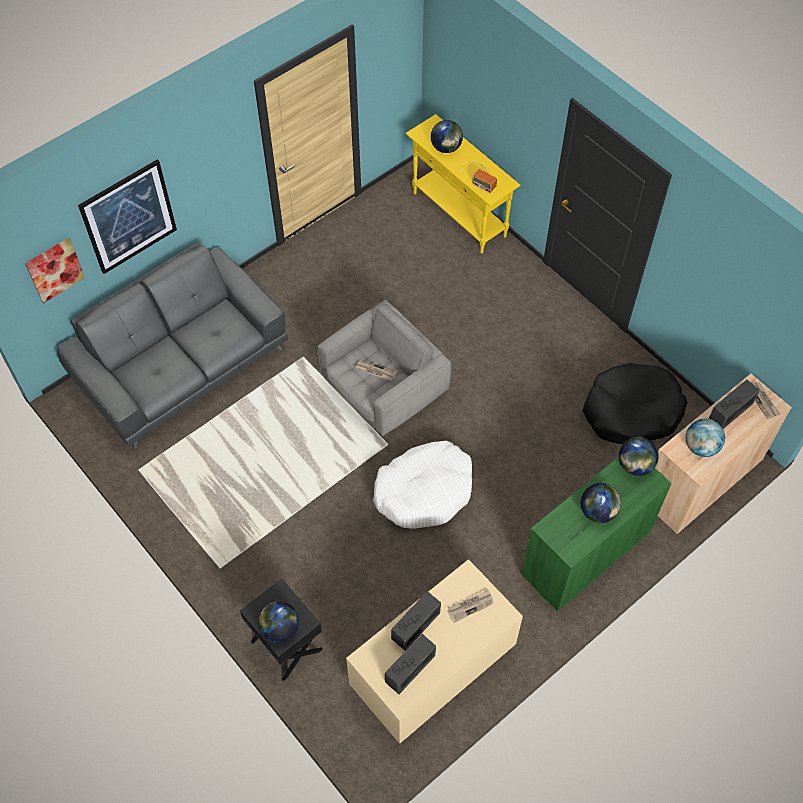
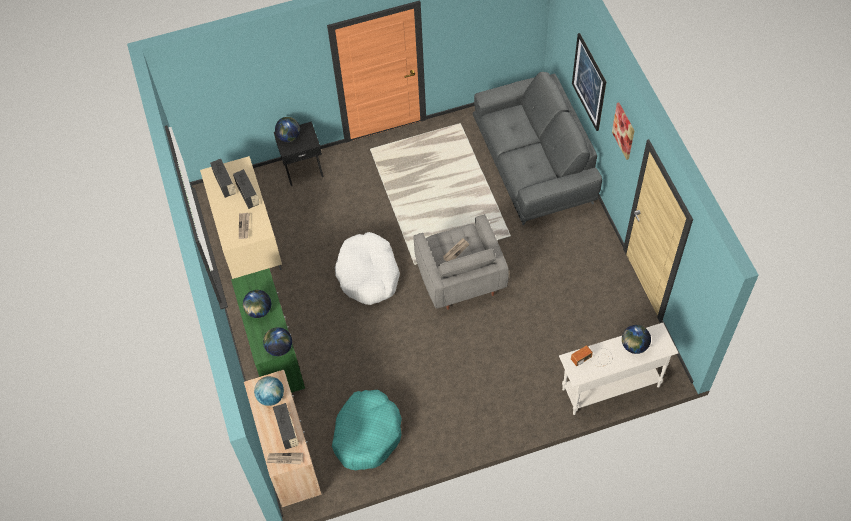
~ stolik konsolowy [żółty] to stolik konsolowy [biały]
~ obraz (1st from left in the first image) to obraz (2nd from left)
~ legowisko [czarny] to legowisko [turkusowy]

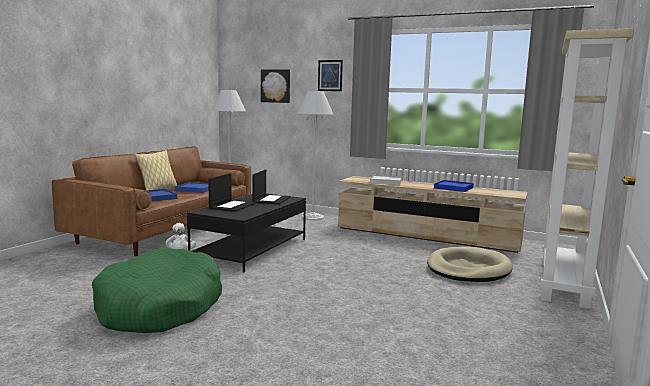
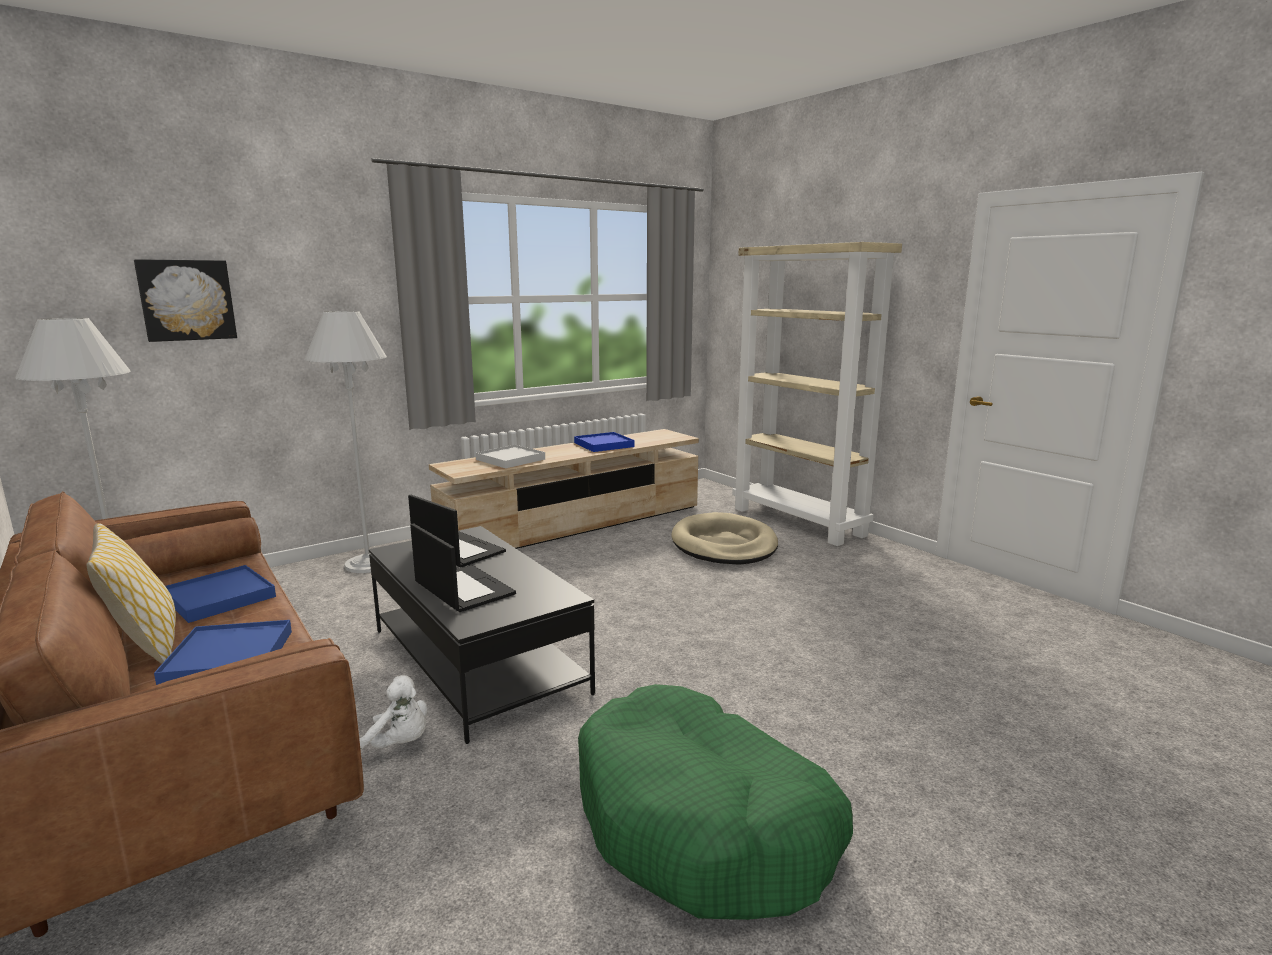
- obraz (2nd from left)

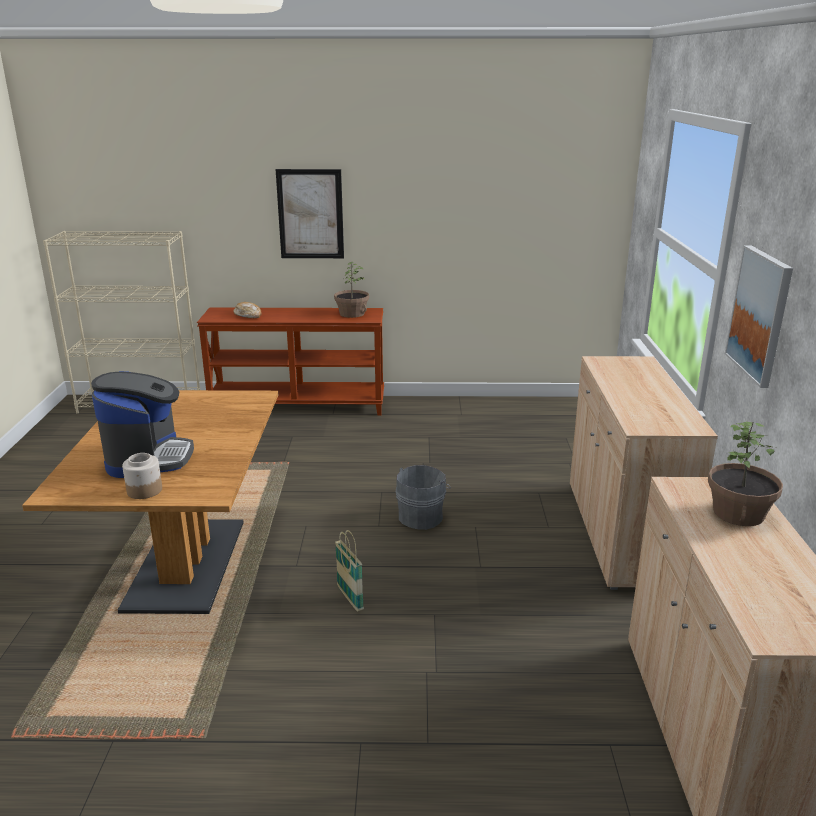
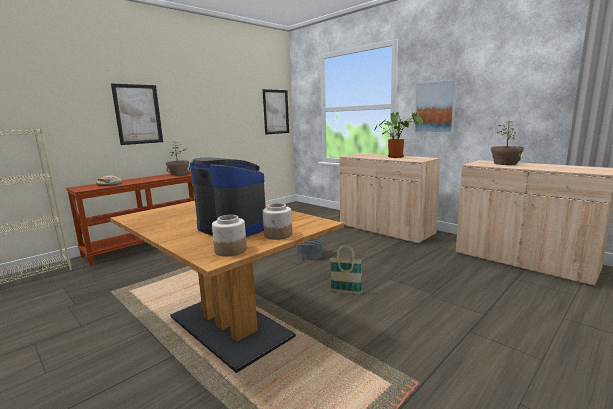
+ obraz (2nd from left)
+ roślina doniczkowa (2nd from left)
+ słoik (1st from left)

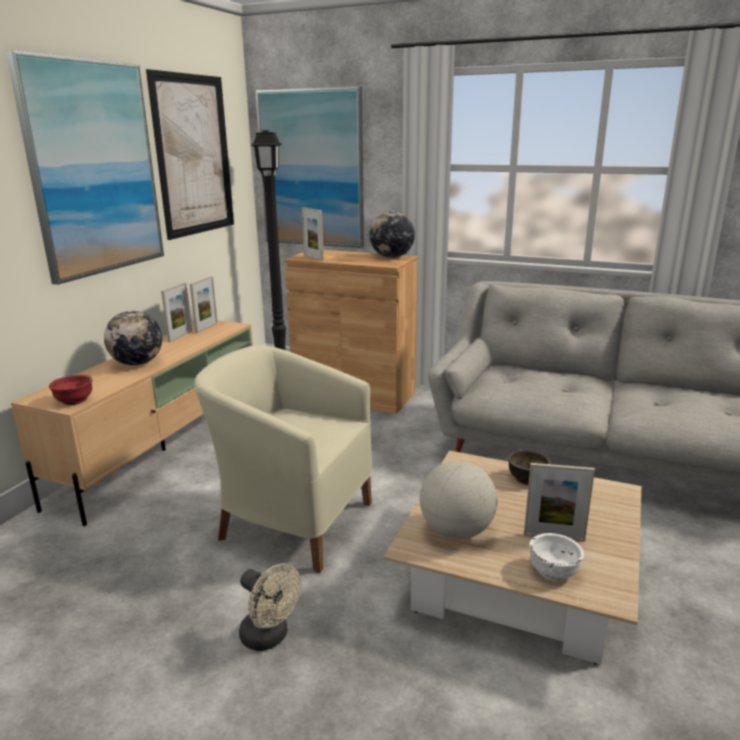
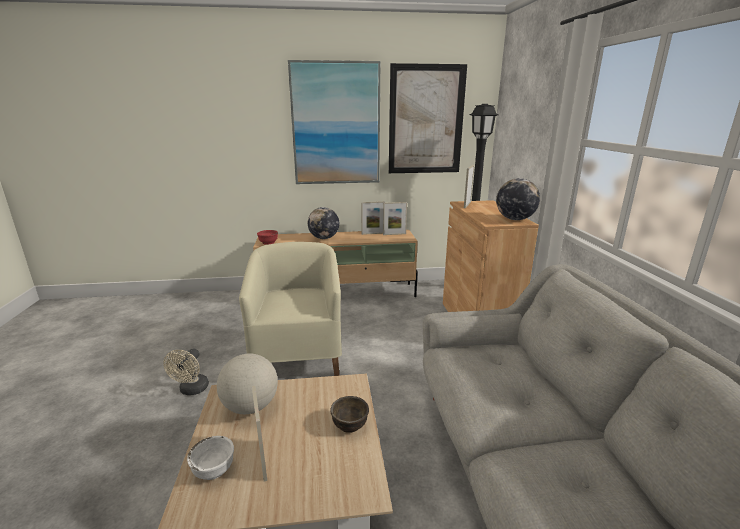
- obraz (3rd from left)

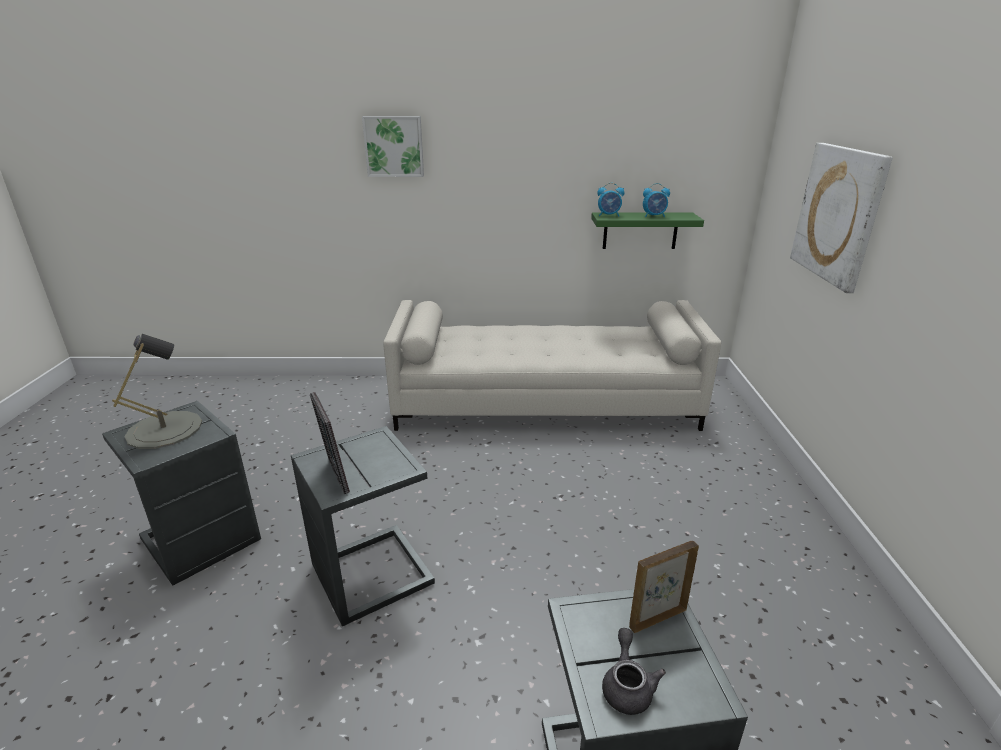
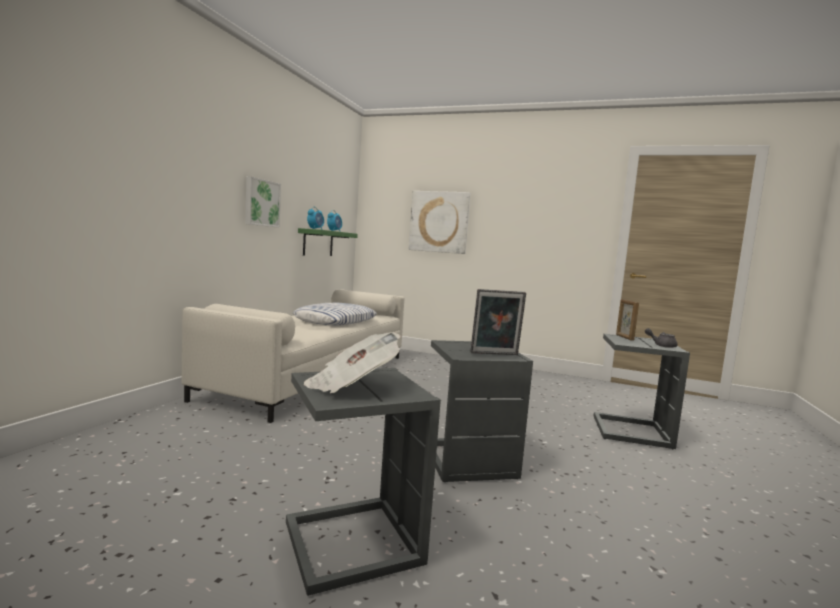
~ obraz (1st from left)
~ lampa stołowa [szary] to gazeta
+ poduszka

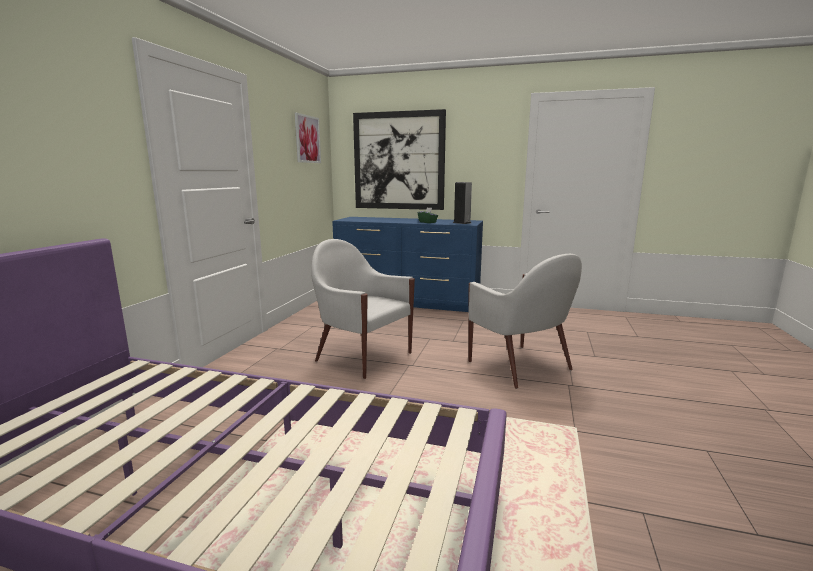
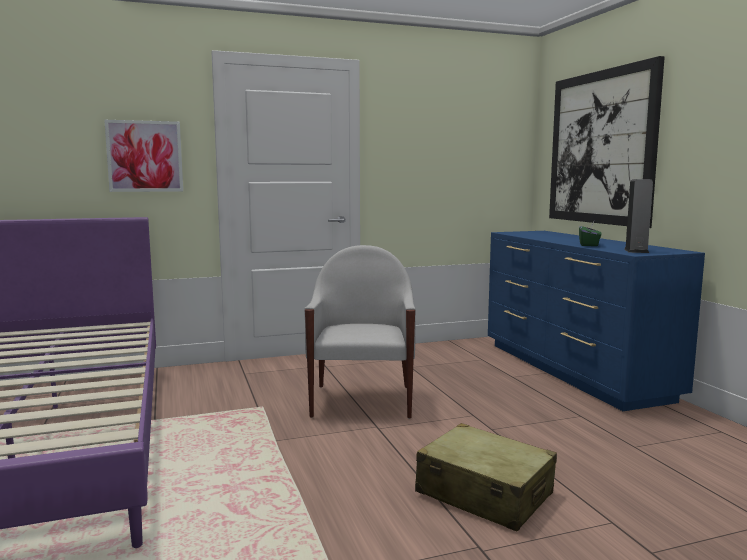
~ obraz (1st from left)
~ fotel [biały] (2nd from left) to walizka [beżowy]

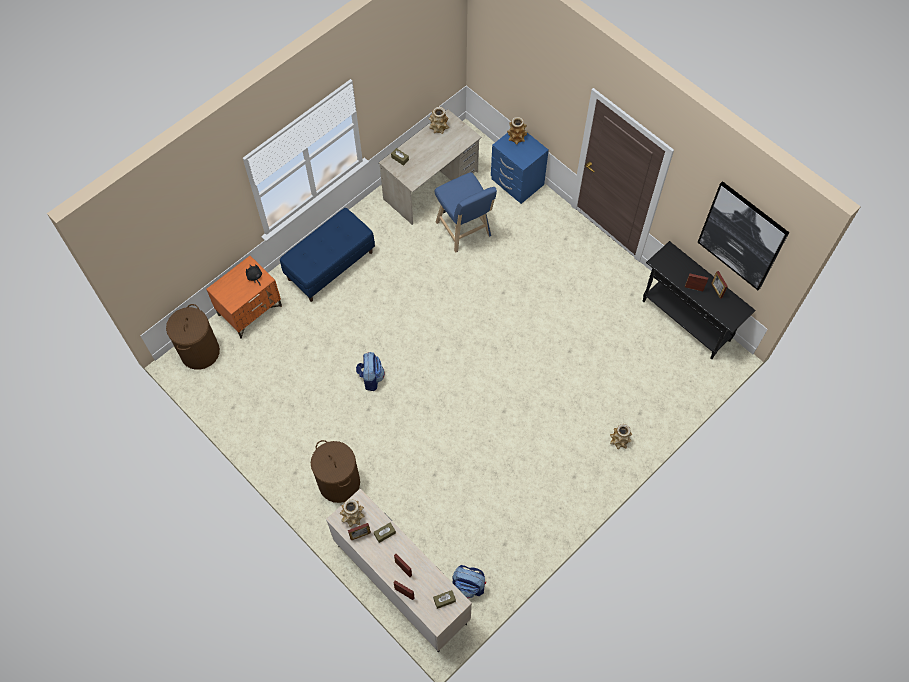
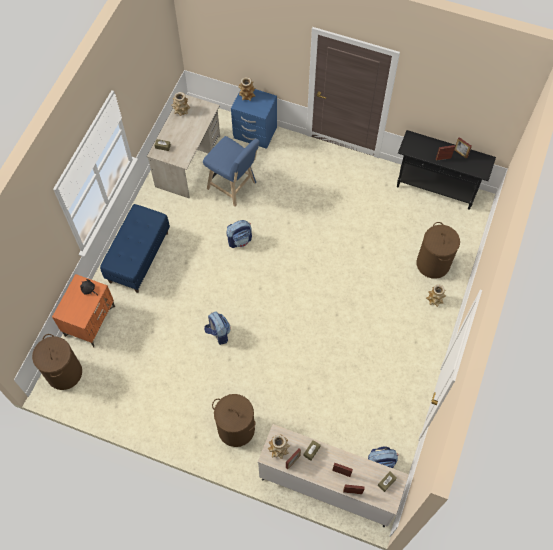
- obraz
+ plecak (2nd from left)
+ kosz na pranie [brązowy] (3rd from left)

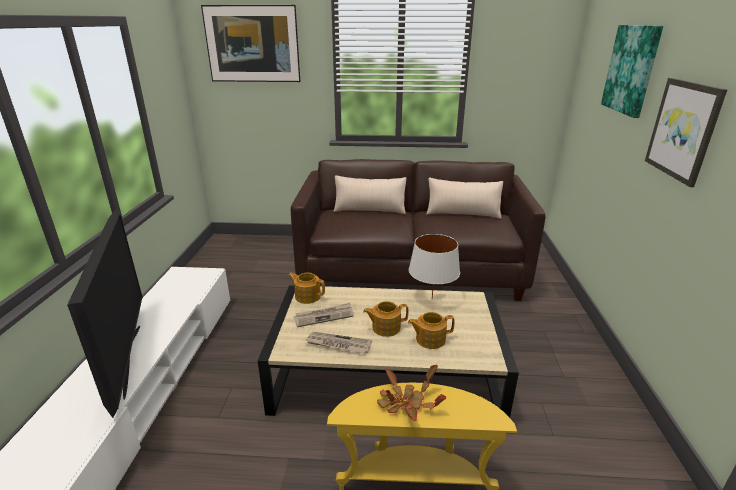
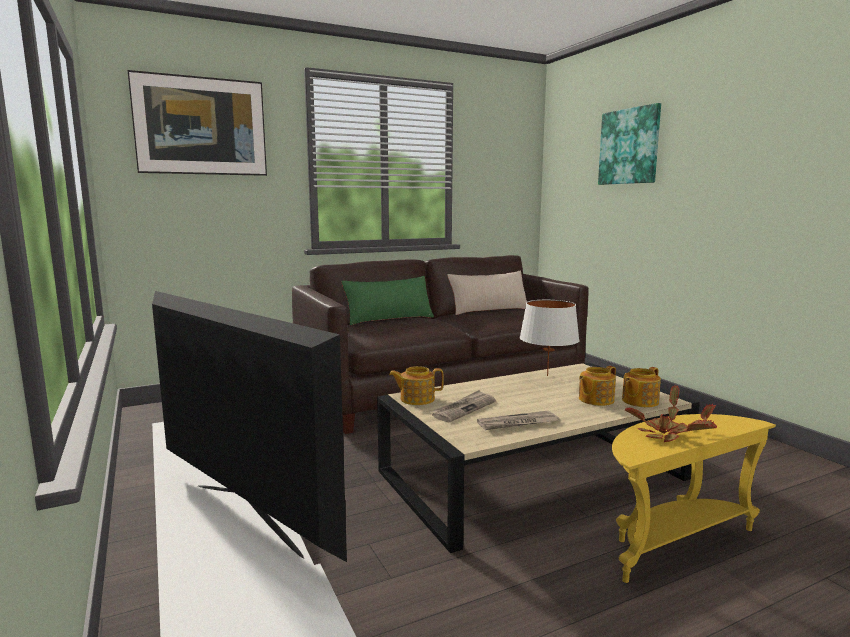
- obraz (3rd from left)
~ poduszka [beżowy] (1st from left) to poduszka [zielony]
~ imbryk (2nd from left in the first image) to imbryk (3rd from left)

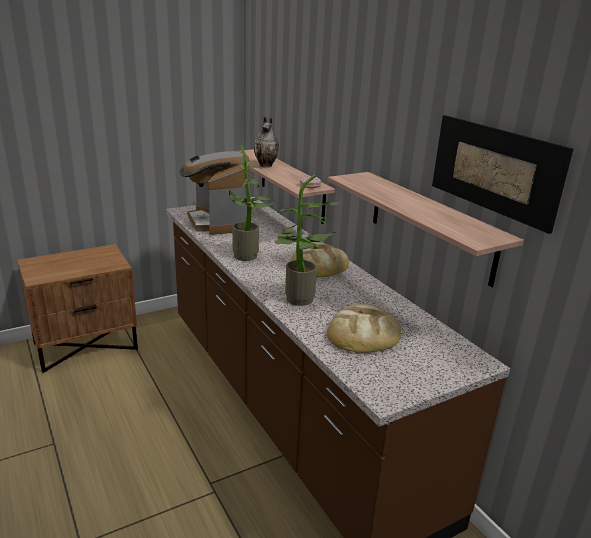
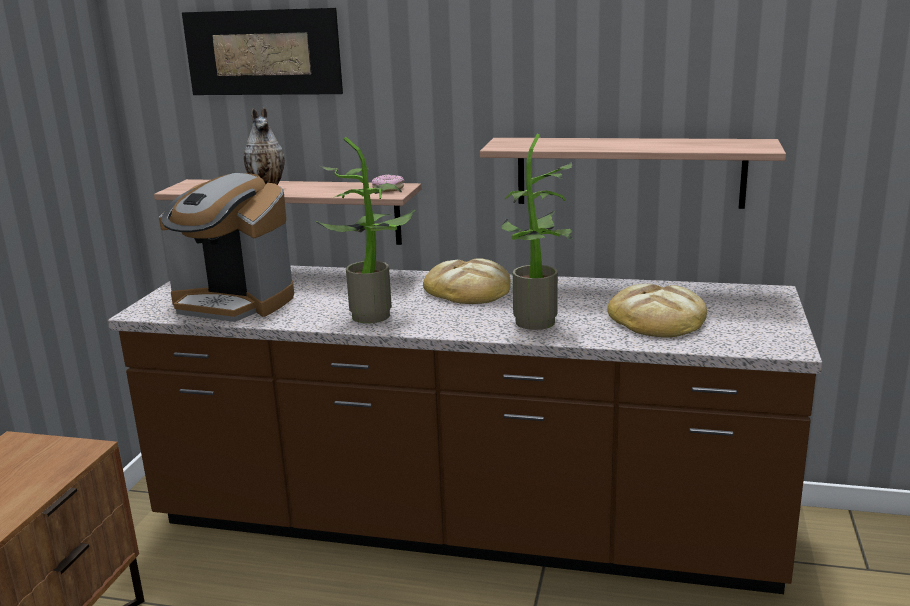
~ obraz

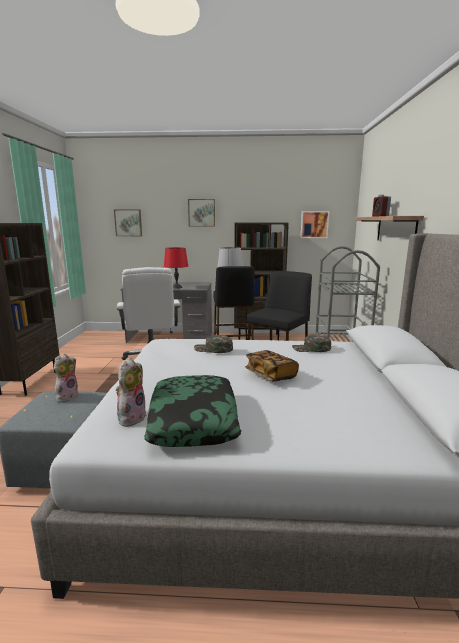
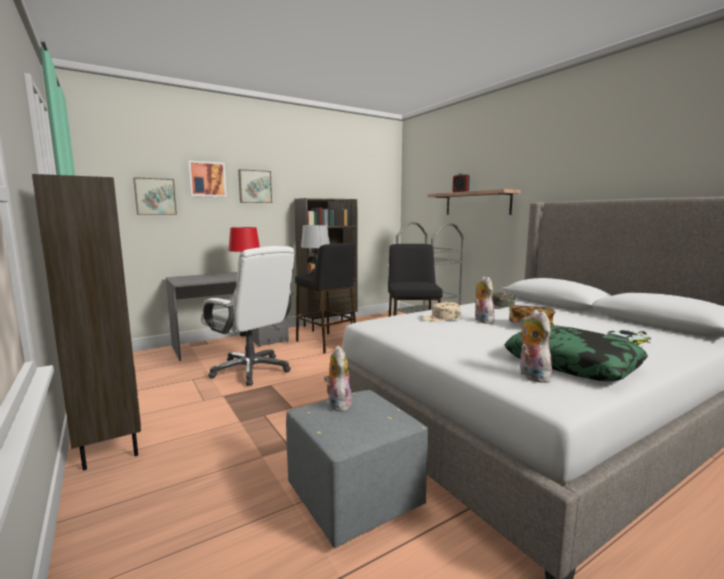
~ obraz (3rd from left in the first image) to obraz (2nd from left)
~ czapka z daszkiem [zielony] (1st from left) to czapka z daszkiem [beżowy]
+ pluszak (2nd from left)
+ samochodzik

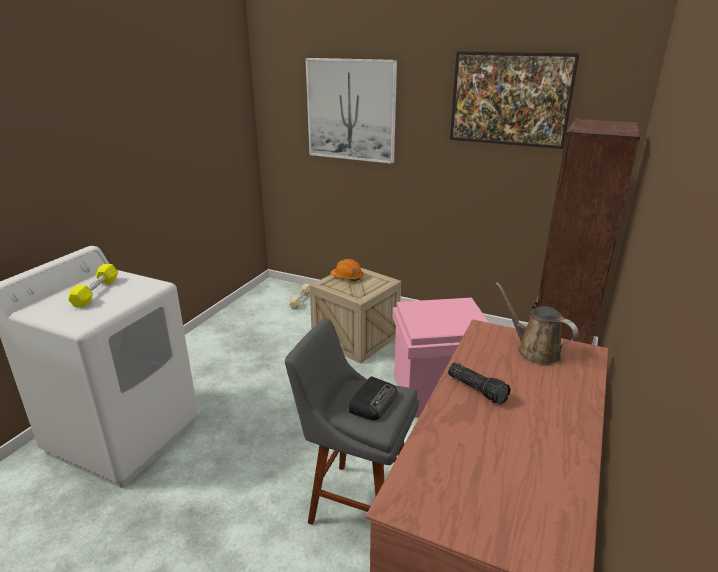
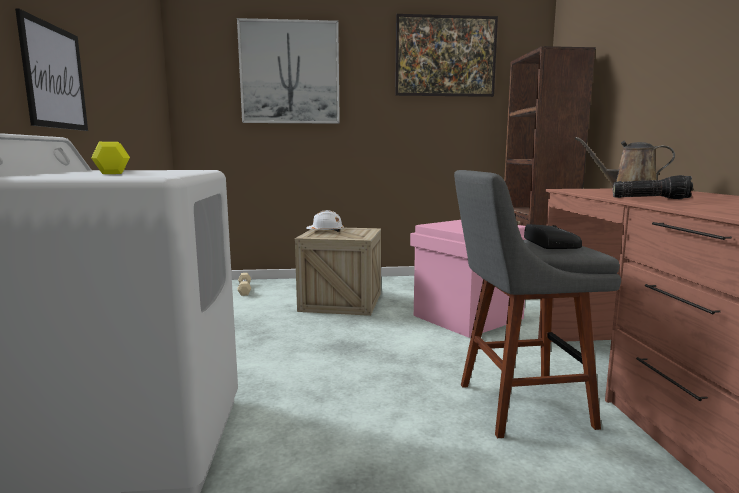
~ kask [pomarańczowy] to kask [biały]
+ obraz (1st from left)

